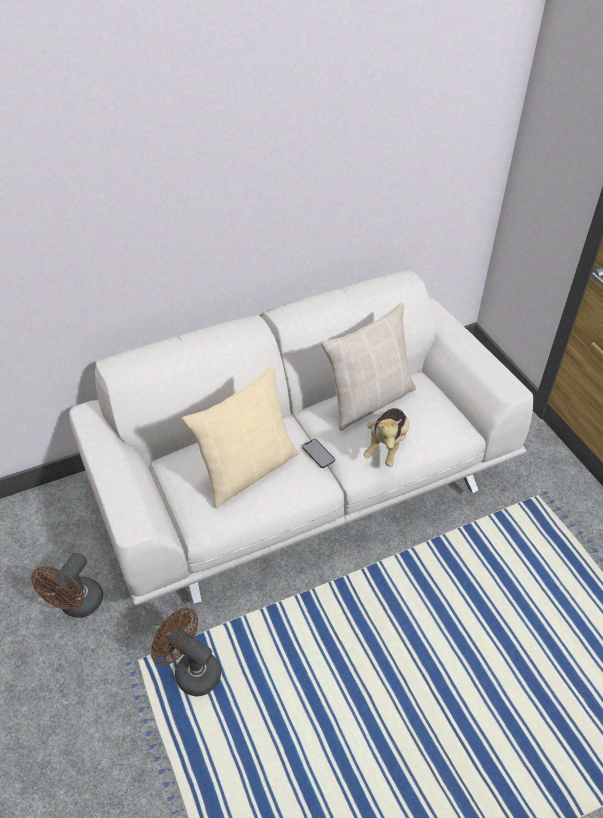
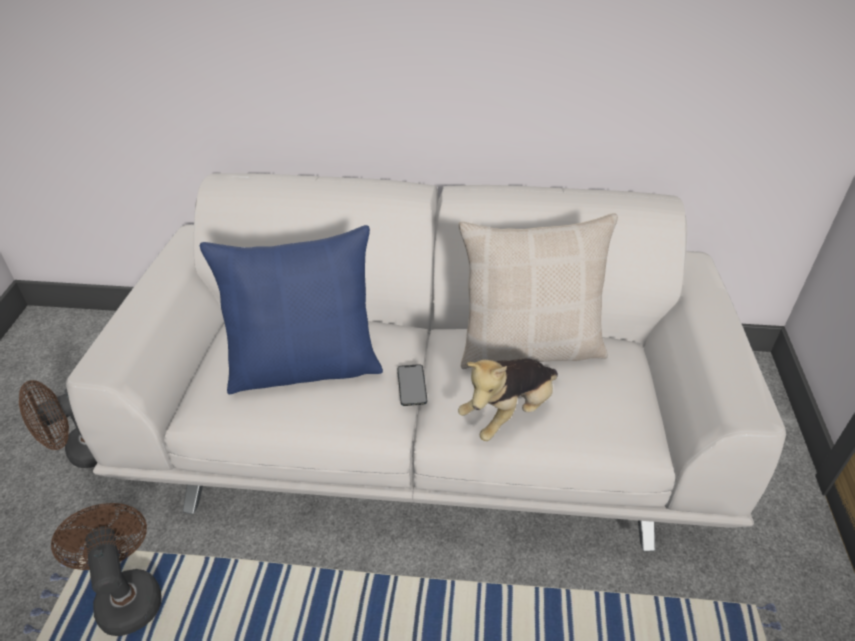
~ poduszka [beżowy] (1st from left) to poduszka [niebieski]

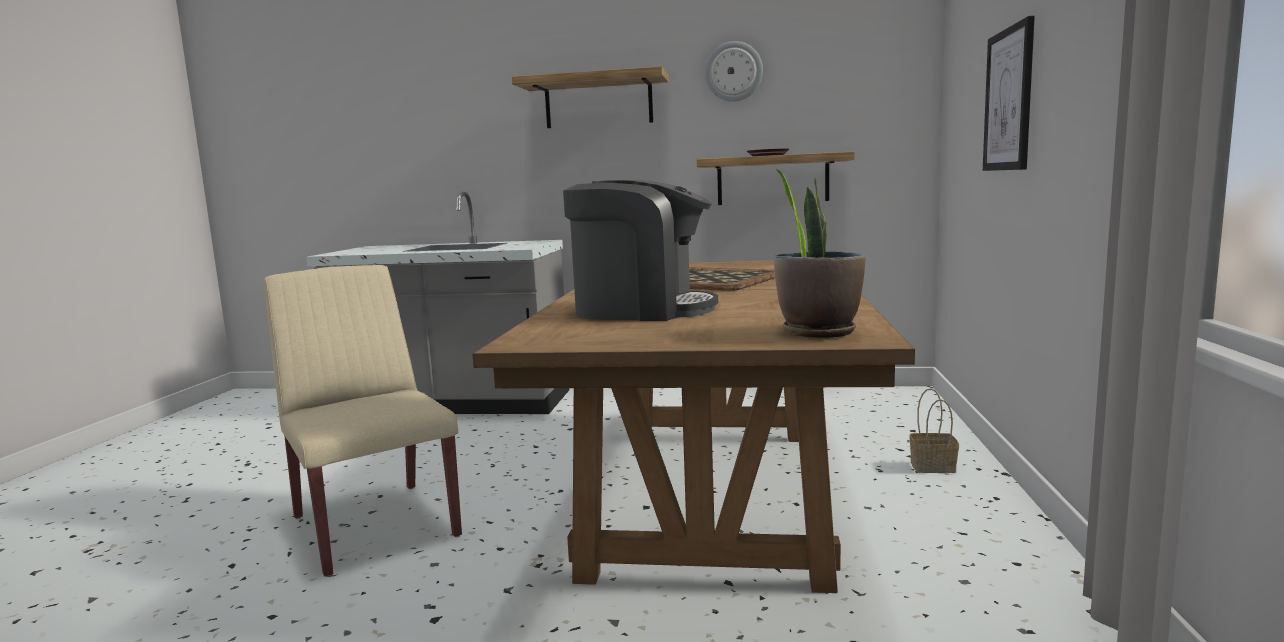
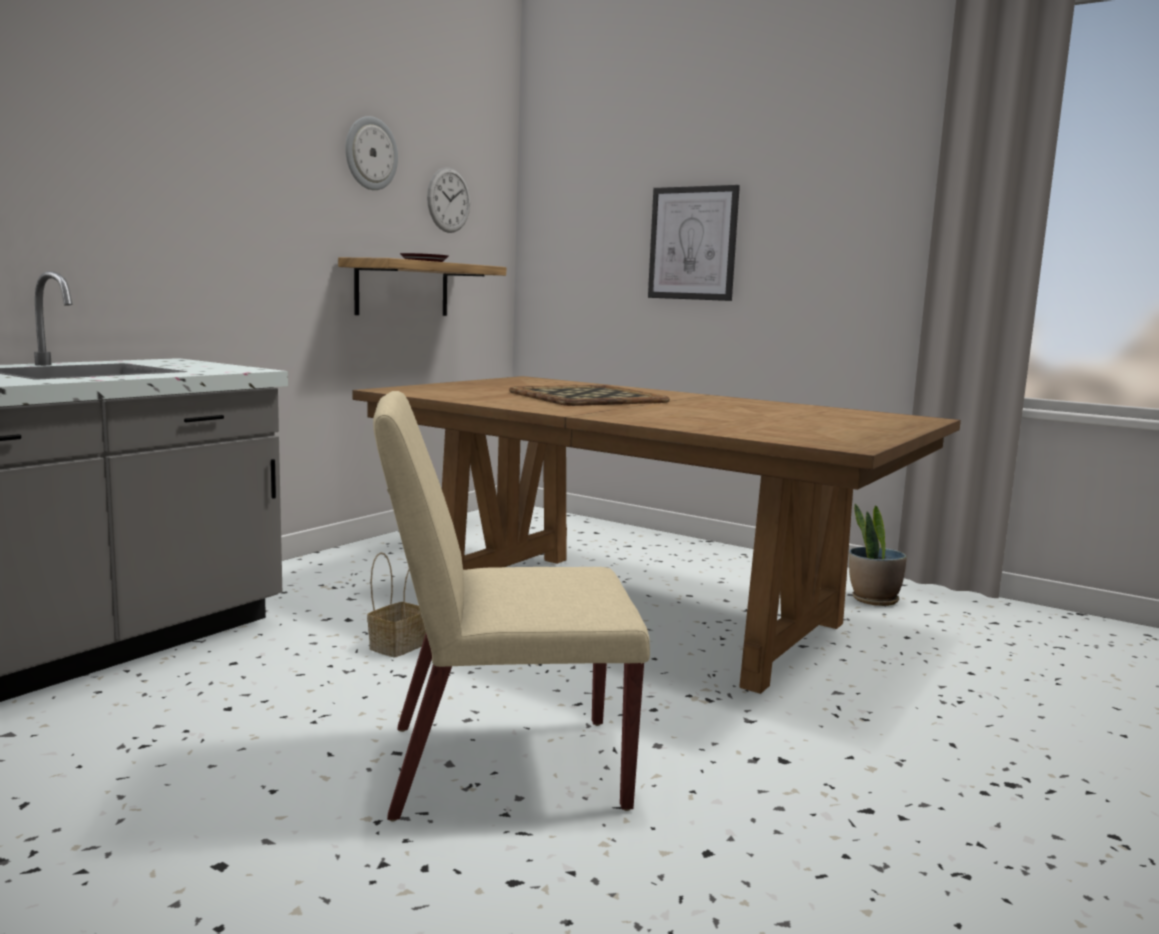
- półka (1st from left)
~ roślina doniczkowa
- ekspres do kawy
~ koszyk
+ zegar ścienny (2nd from left)

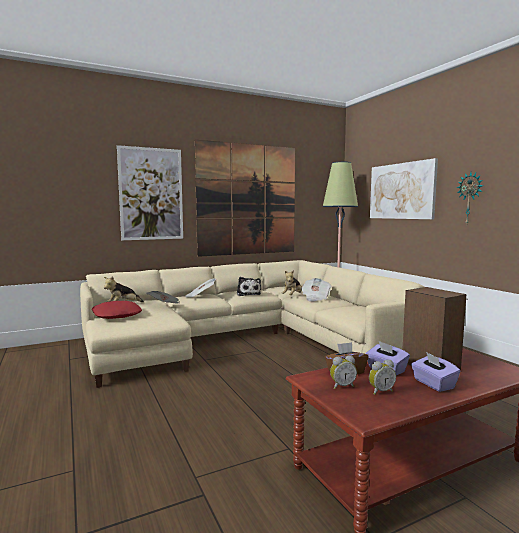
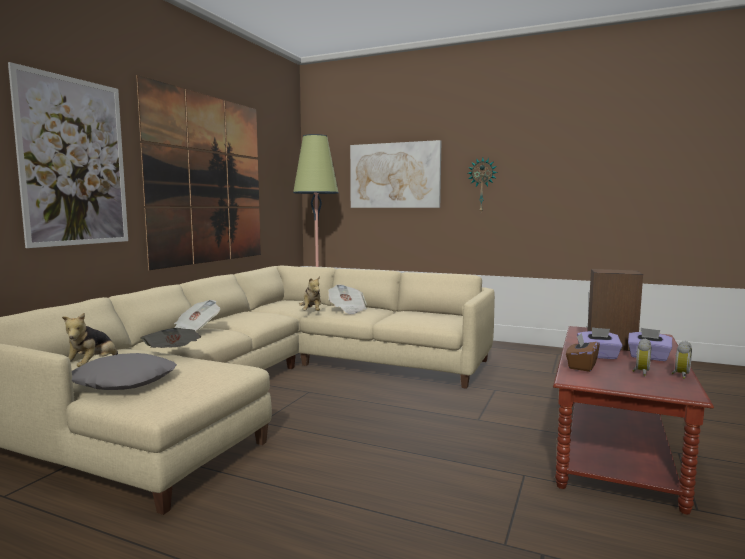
- pluszak (2nd from left)
~ poduszka [czerwony] to poduszka [szary]
~ budzik (1st from left in the first image) to budzik (2nd from left)

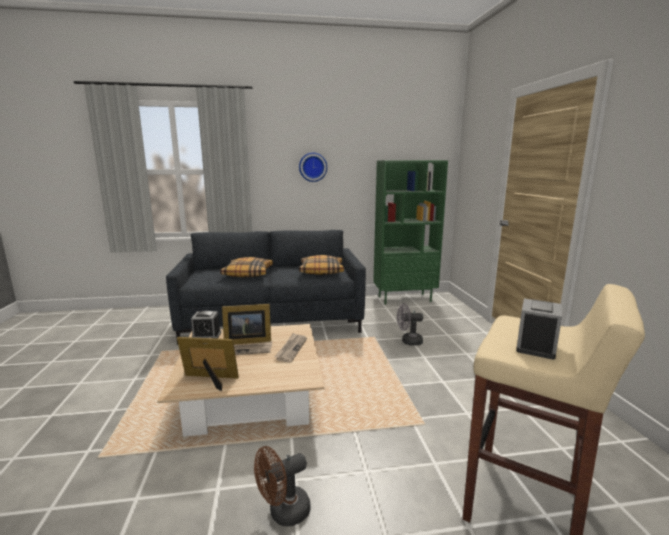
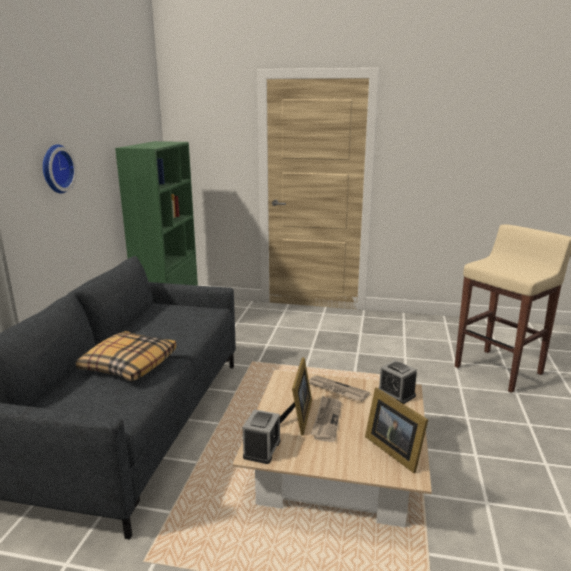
- poduszka (2nd from left)
~ budzik (2nd from left)
- wentylator [szary]
~ ramka na zdjęcie (1st from left in the first image) 60 degrees counterclockwise
- wentylator [brązowy]

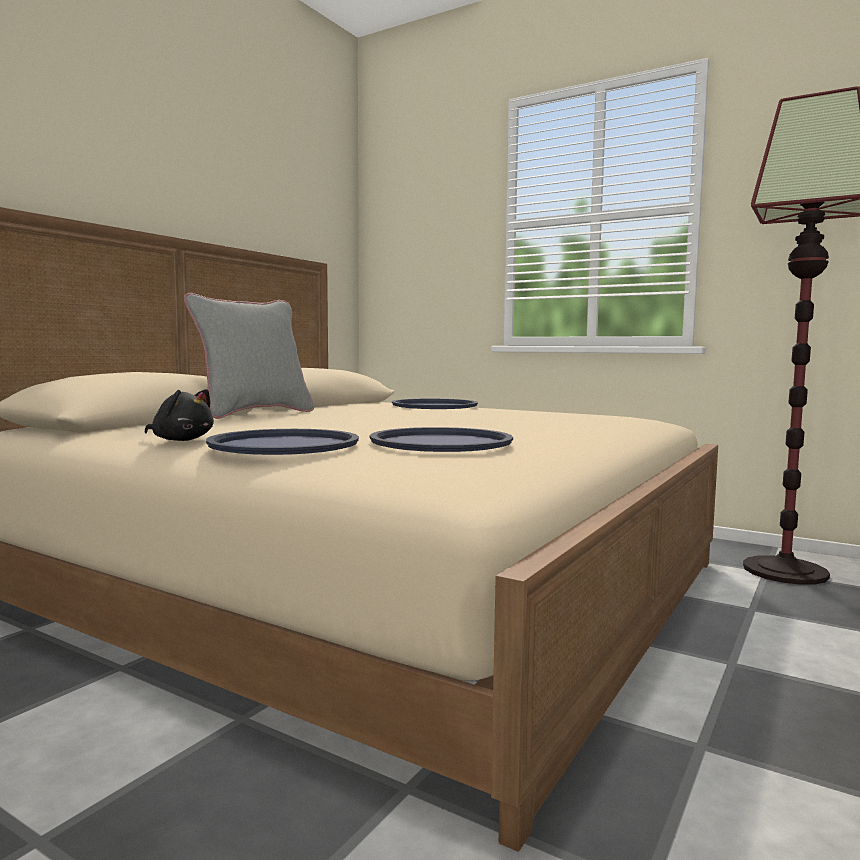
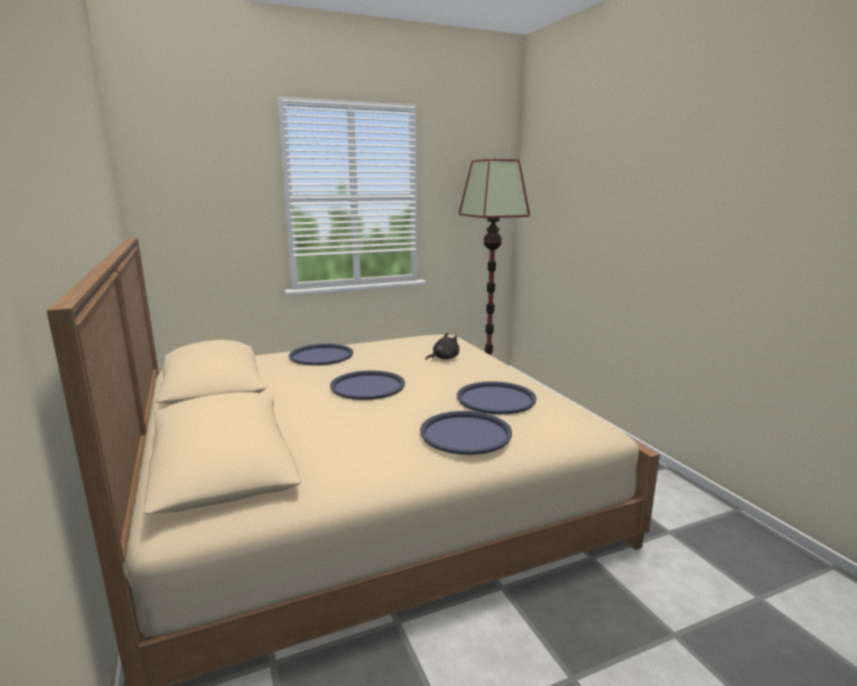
- poduszka [szary]
~ pluszak [czarny]
+ taca [niebieski] (2nd from left)

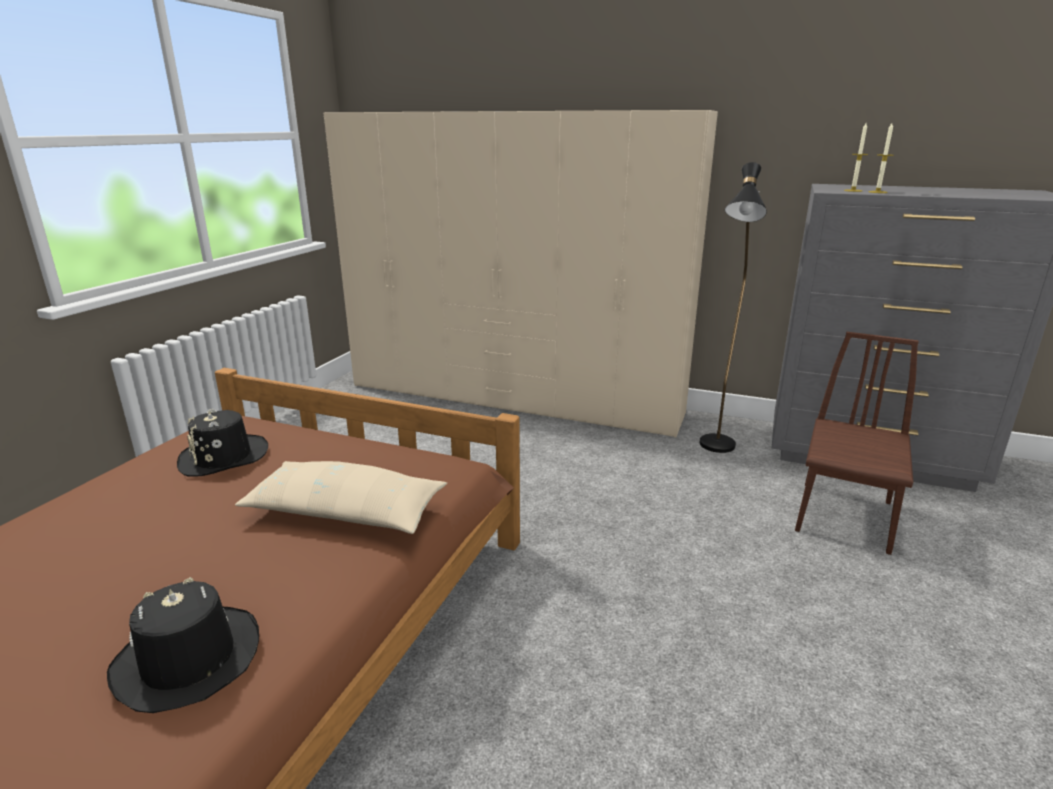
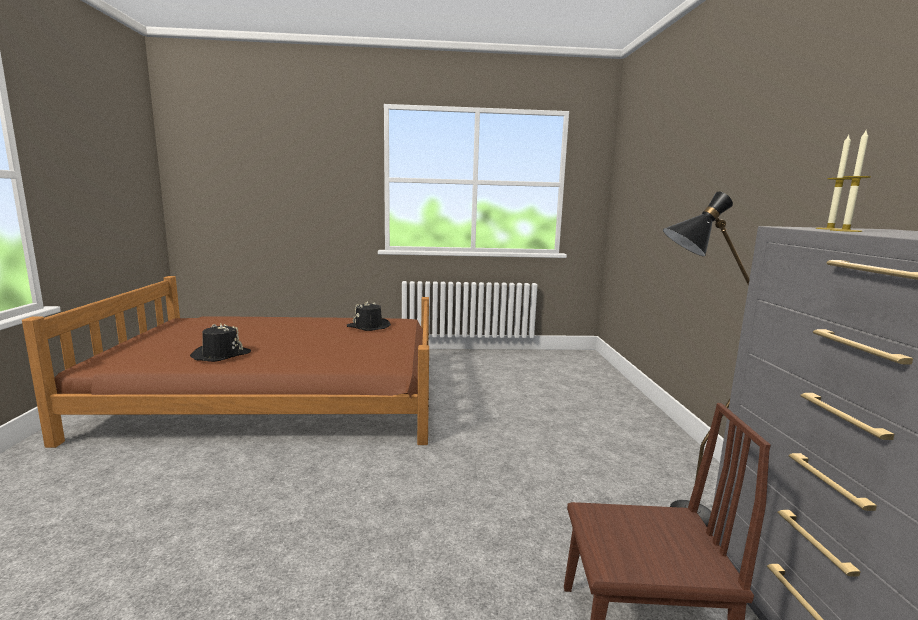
- szafa [beżowy]
- poduszka [beżowy]

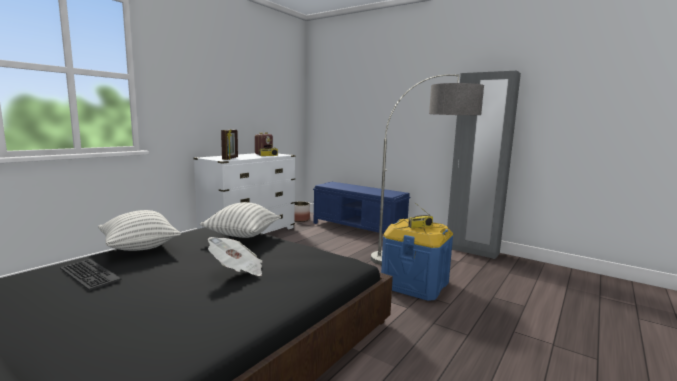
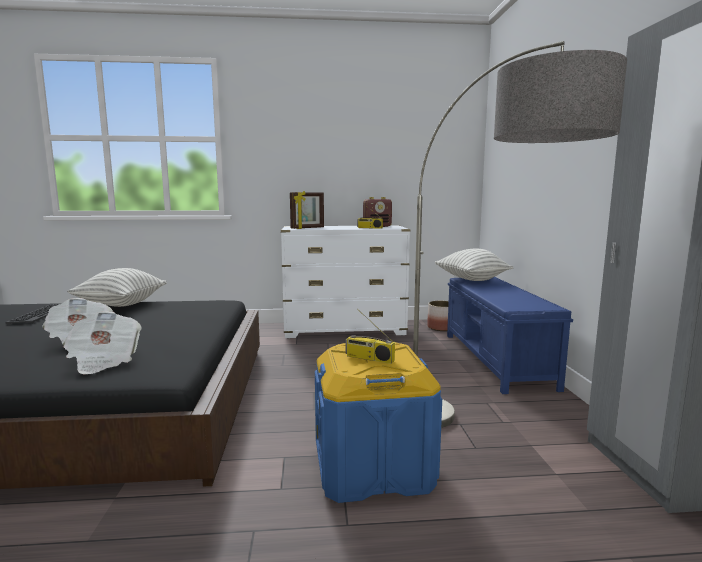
~ poduszka (2nd from left)
+ gazeta (2nd from left)

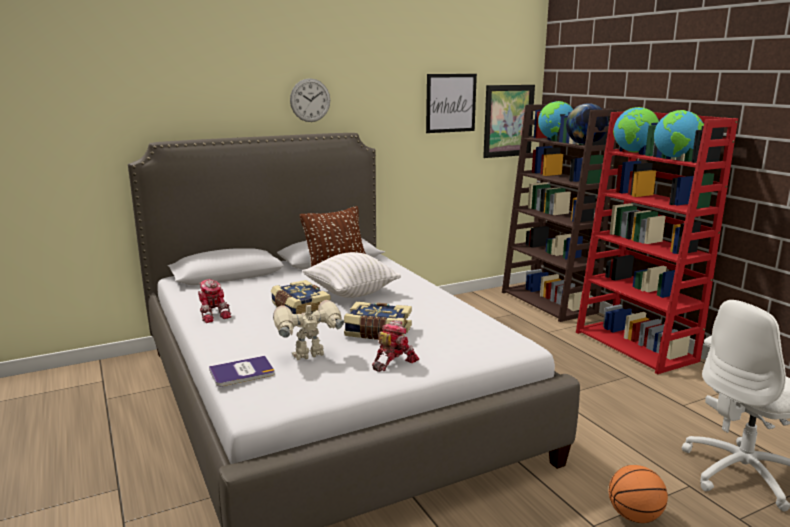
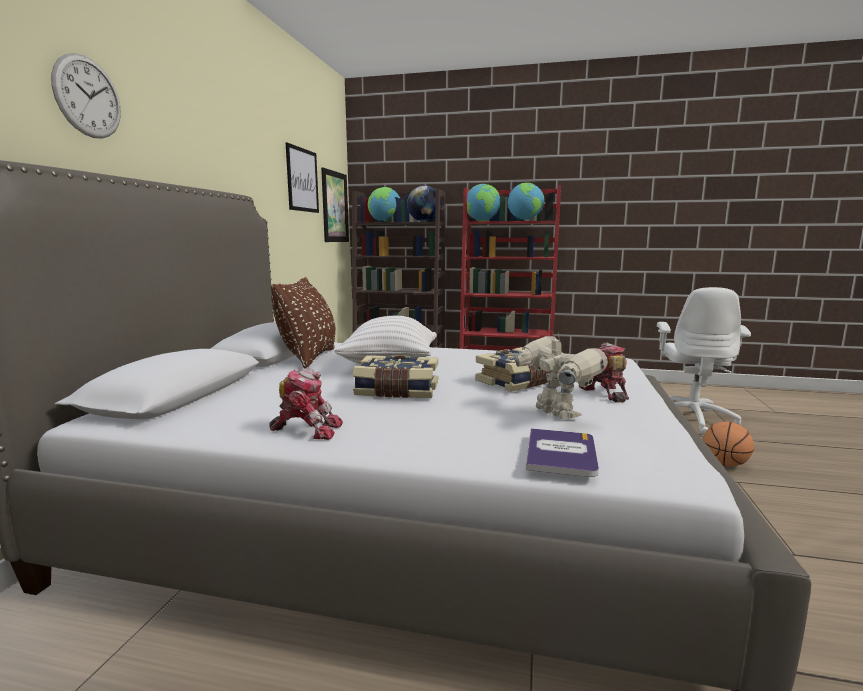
~ zegar ścienny
~ robot zabawkowy (2nd from left) 135 degrees clockwise

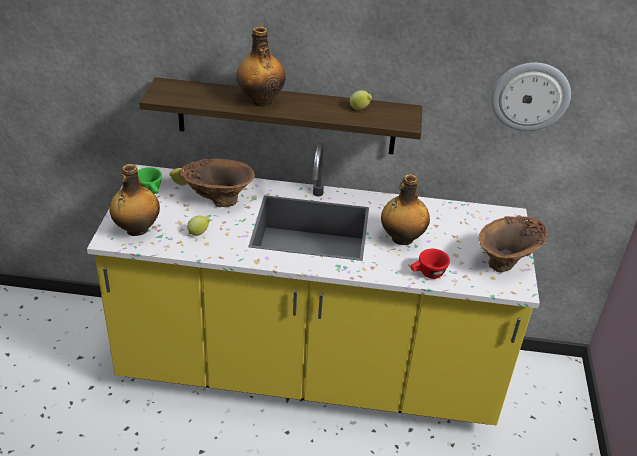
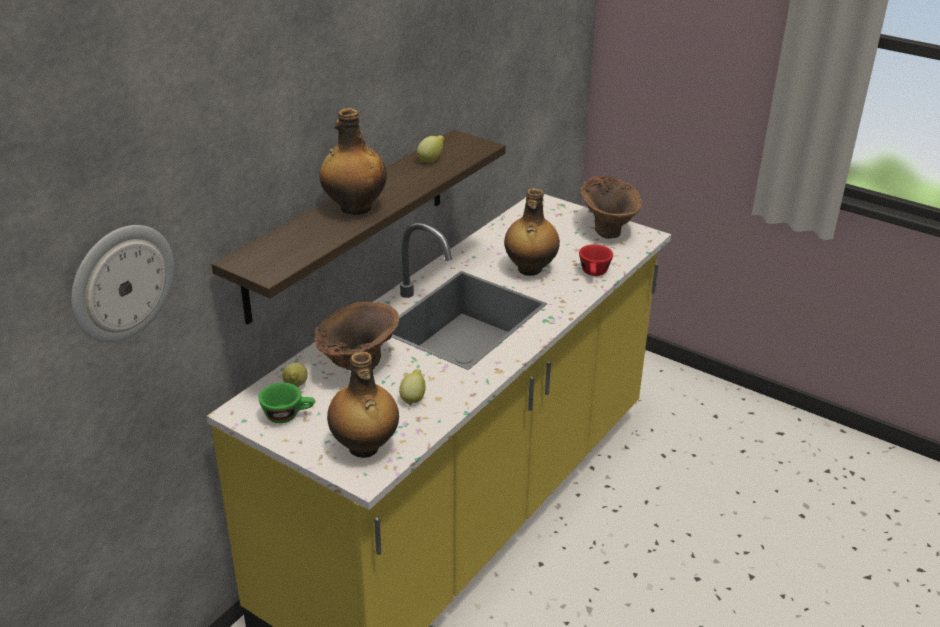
~ zegar ścienny

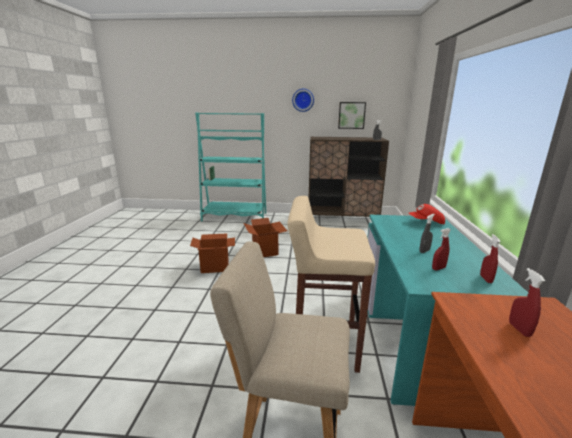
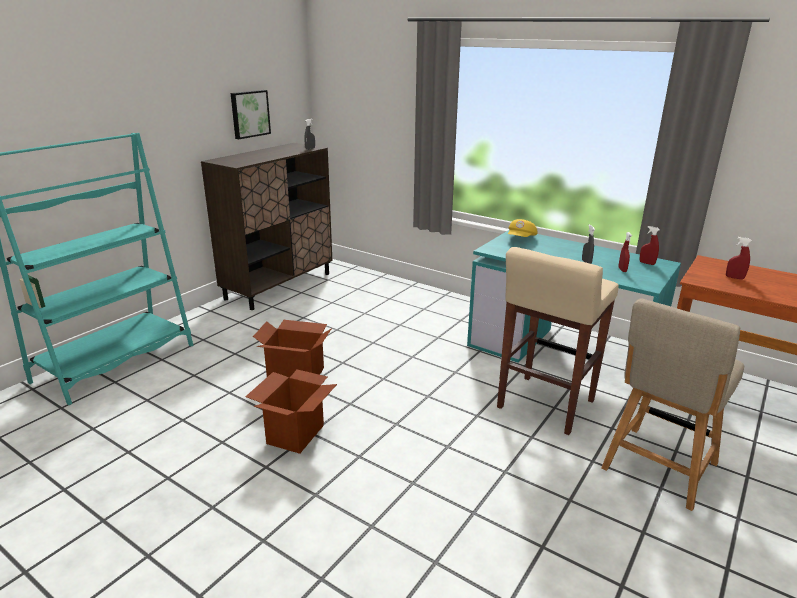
- zegar ścienny
~ czapka z daszkiem [czerwony] to czapka z daszkiem [żółty]

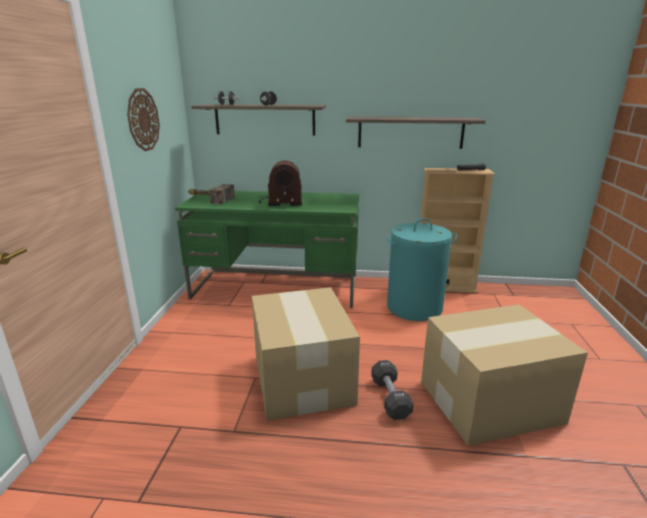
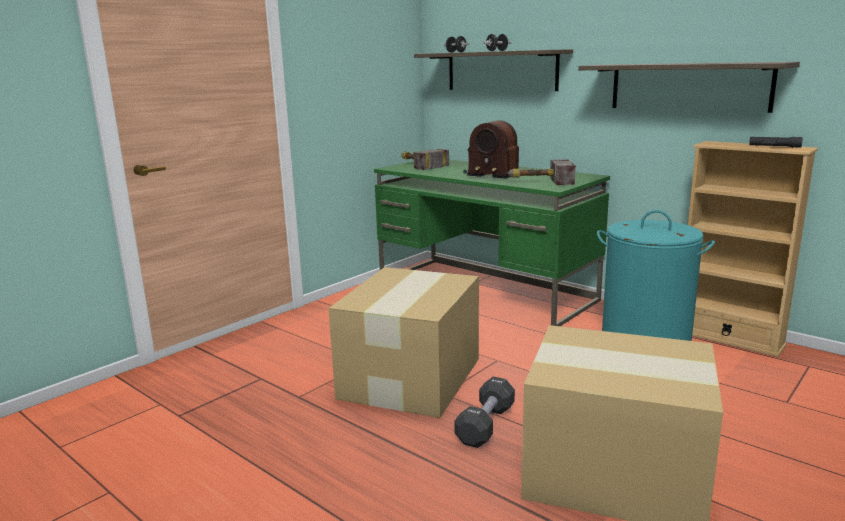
- zegar ścienny
+ młotek (2nd from left)

